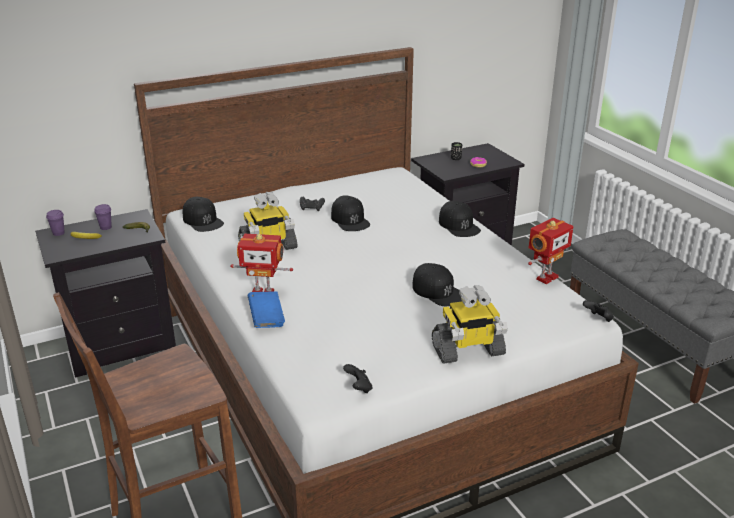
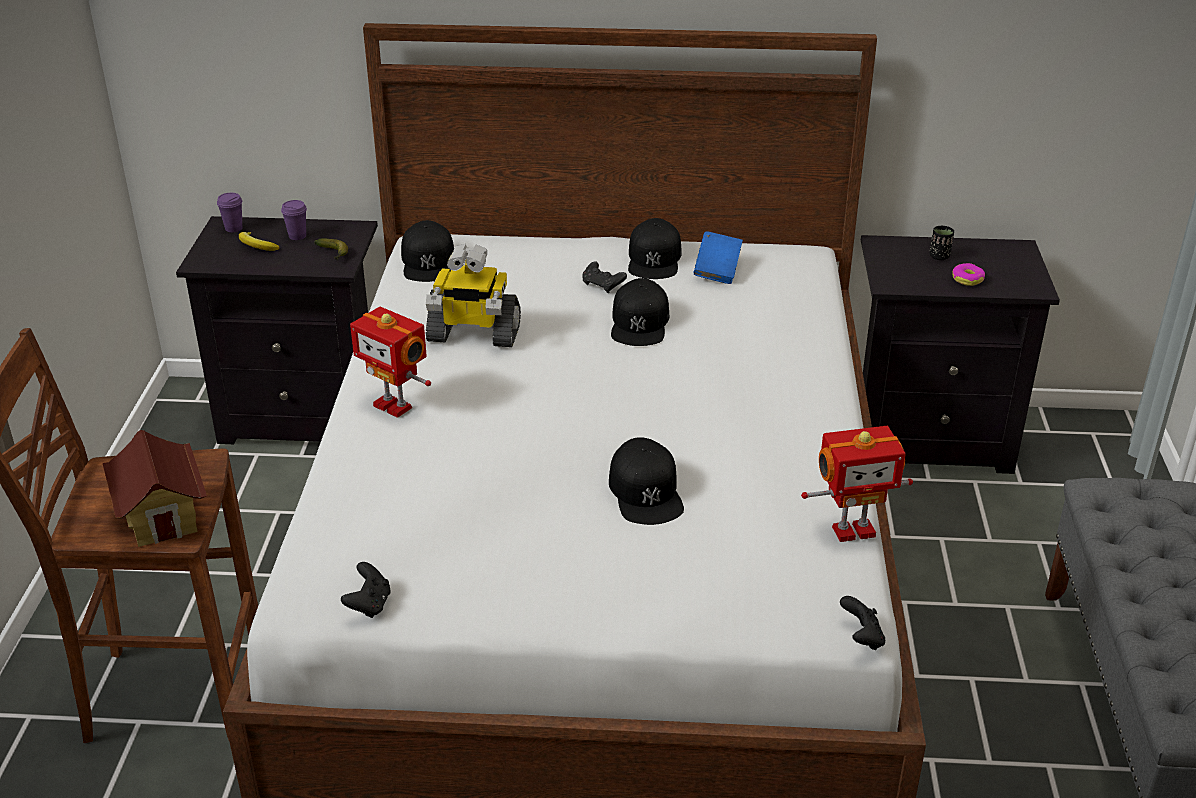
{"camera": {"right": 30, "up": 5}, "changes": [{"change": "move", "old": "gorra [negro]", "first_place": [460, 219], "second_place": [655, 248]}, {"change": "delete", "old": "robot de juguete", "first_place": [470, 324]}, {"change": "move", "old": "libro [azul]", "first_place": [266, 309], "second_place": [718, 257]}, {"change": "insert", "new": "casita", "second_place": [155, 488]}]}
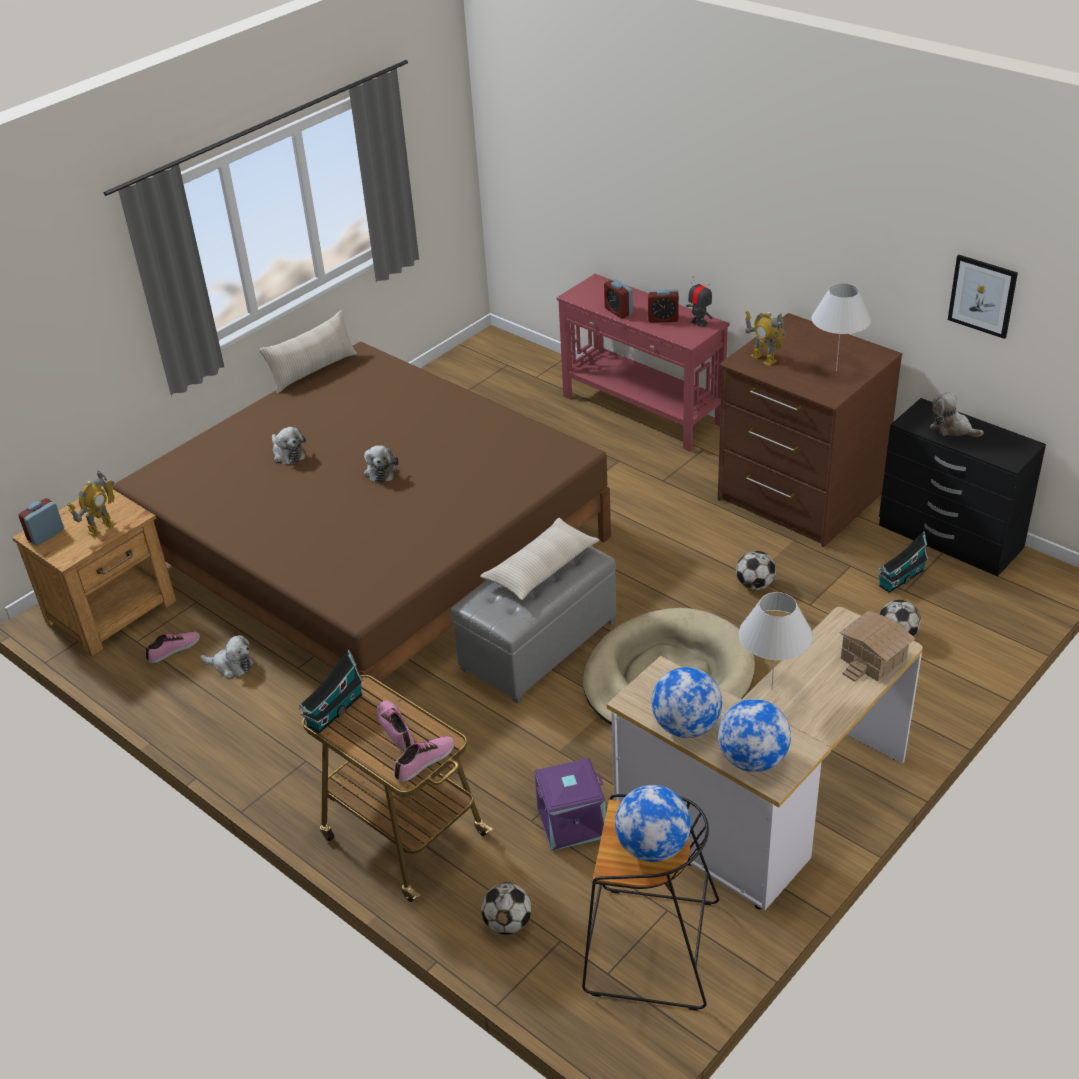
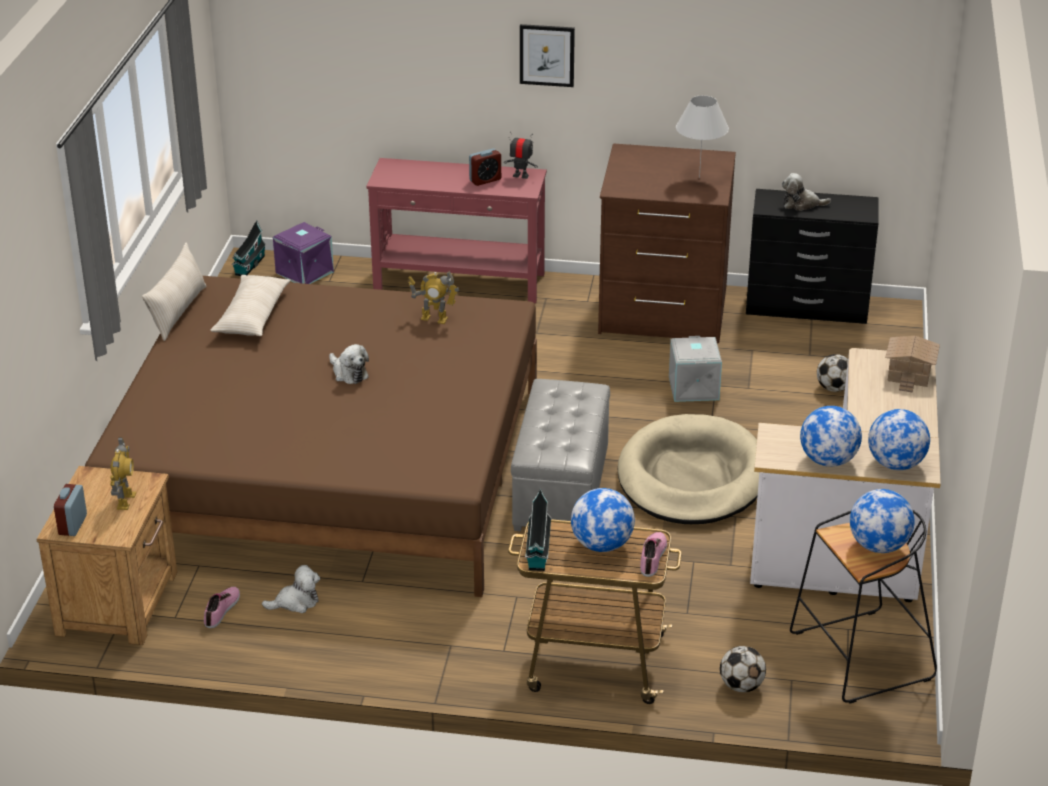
{"camera": {"right": -35, "up": -5}, "changes": [{"change": "move", "old": "cuadro", "first_place": [983, 297], "second_place": [547, 55]}, {"change": "delete", "old": "despertador", "first_place": [618, 298]}, {"change": "move", "old": "robot de juguete", "first_place": [765, 338], "second_place": [434, 297]}, {"change": "delete", "old": "peluche", "first_place": [289, 445]}, {"change": "move", "old": "cojín [beis]", "first_place": [540, 559], "second_place": [250, 305]}, {"change": "move", "old": "casita", "first_place": [903, 562], "second_place": [249, 248]}, {"change": "replace", "old": "balón de fútbol", "new": "caja de almacenaje [gris]", "first_place": [756, 571], "second_place": [695, 369]}, {"change": "delete", "old": "lámpara de mesa [blanco]", "first_place": [776, 641]}, {"change": "replace", "old": "zapato", "new": "globo terráqueo", "first_place": [395, 726], "second_place": [603, 520]}, {"change": "move", "old": "caja de almacenaje [morado]", "first_place": [570, 804], "second_place": [303, 253]}]}
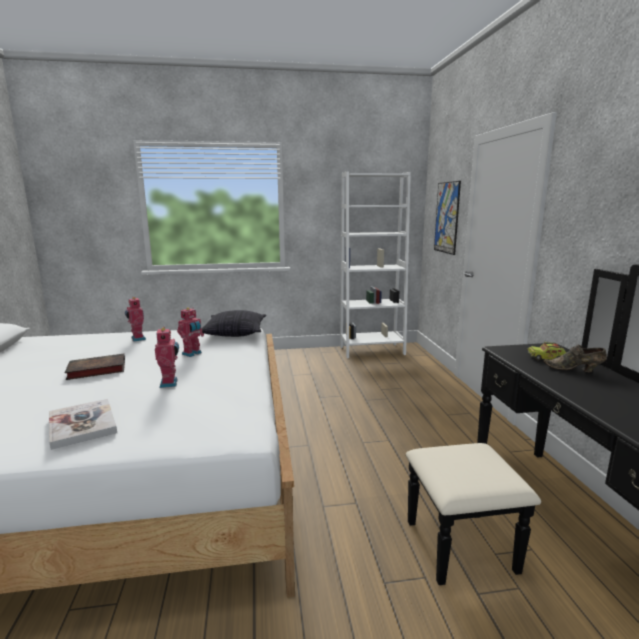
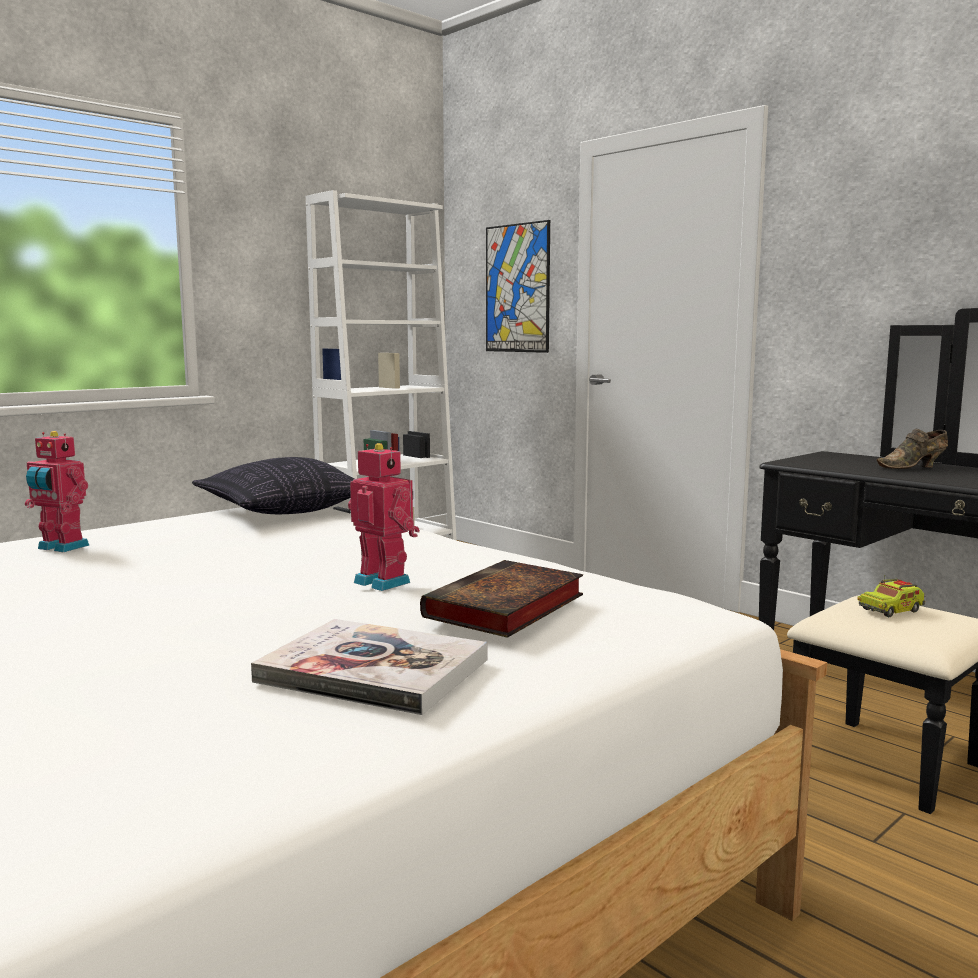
{"camera": {"right": -35, "up": -5}, "changes": [{"change": "delete", "old": "robot de juguete", "first_place": [190, 332]}, {"change": "move", "old": "camión de juguete", "first_place": [546, 351], "second_place": [891, 597]}, {"change": "move", "old": "libro", "first_place": [95, 367], "second_place": [501, 599]}]}
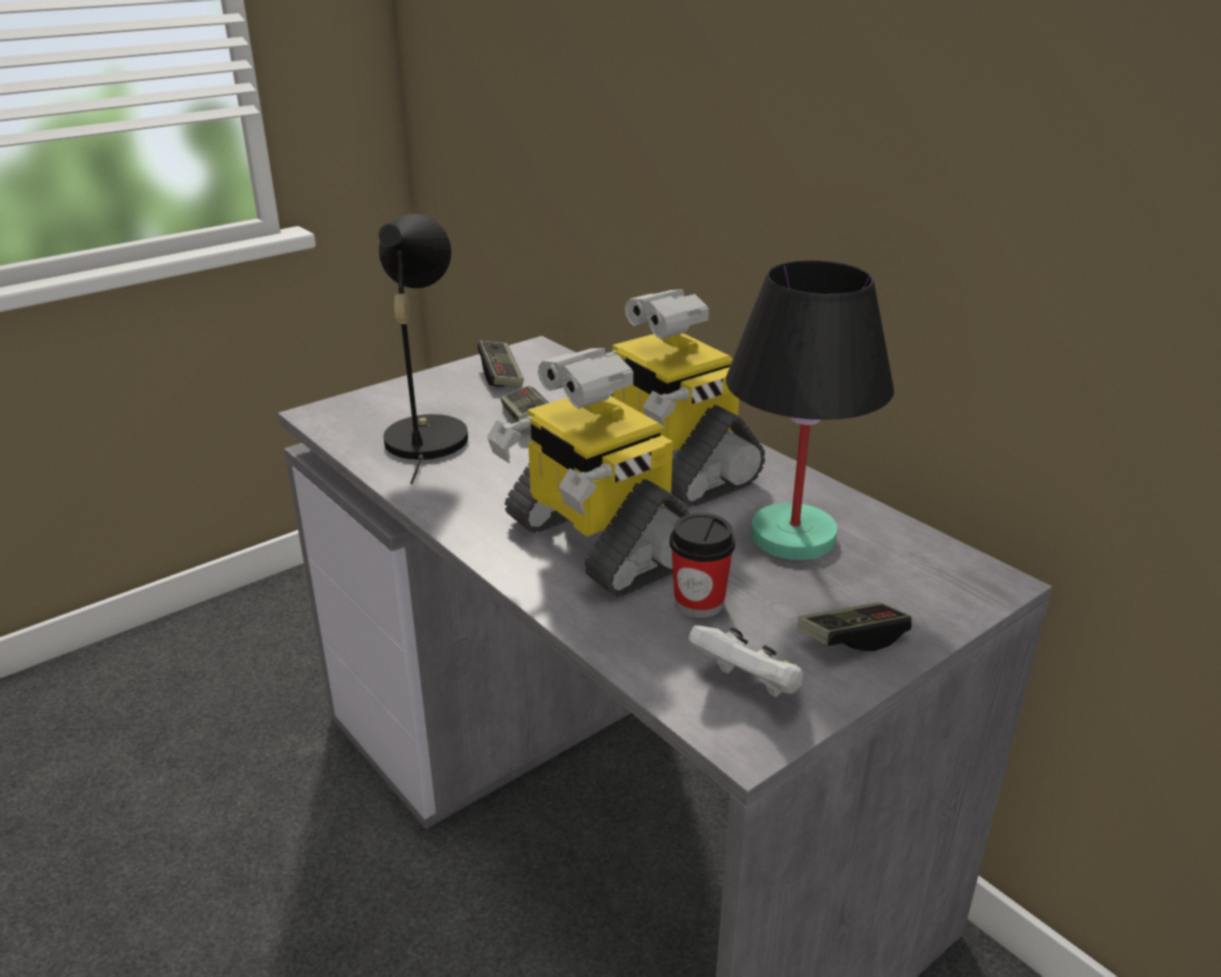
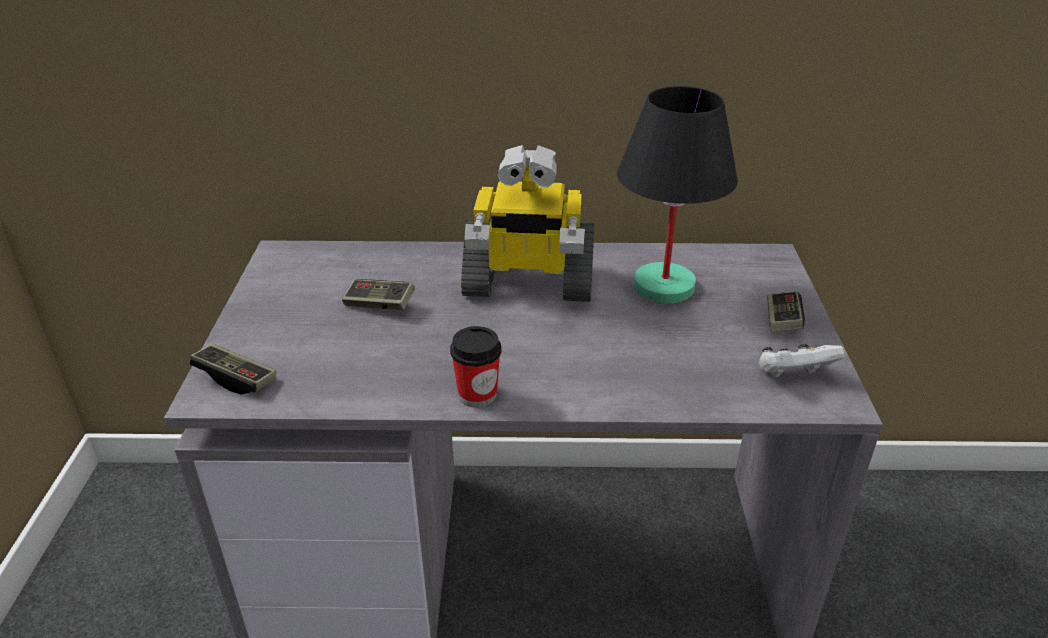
{"camera": {"right": -50, "up": 5}, "changes": [{"change": "delete", "old": "lámpara de mesa [negro]", "first_place": [423, 349]}, {"change": "move", "old": "mando de consola", "first_place": [500, 363], "second_place": [233, 369]}, {"change": "delete", "old": "robot de juguete", "first_place": [588, 472]}, {"change": "move", "old": "taza", "first_place": [702, 565], "second_place": [475, 367]}]}
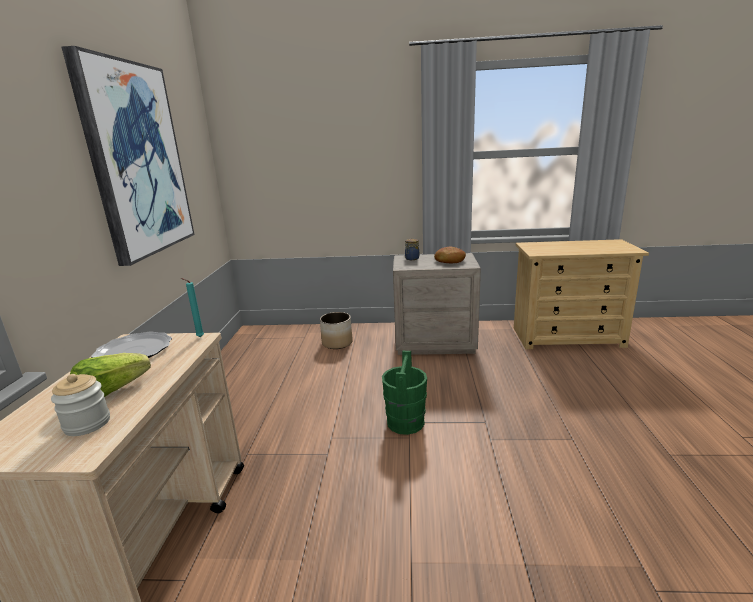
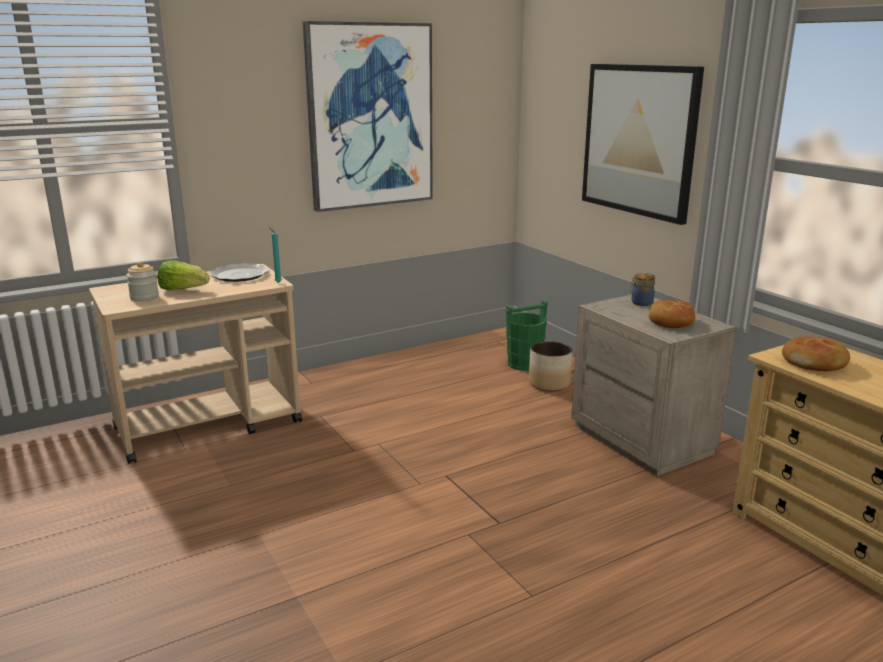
{"camera": {"right": 55, "up": 0}, "changes": [{"change": "move", "old": "cubo [verde]", "first_place": [404, 393], "second_place": [527, 335]}, {"change": "insert", "new": "cuadro", "second_place": [643, 144]}, {"change": "insert", "new": "pan", "second_place": [816, 353]}]}
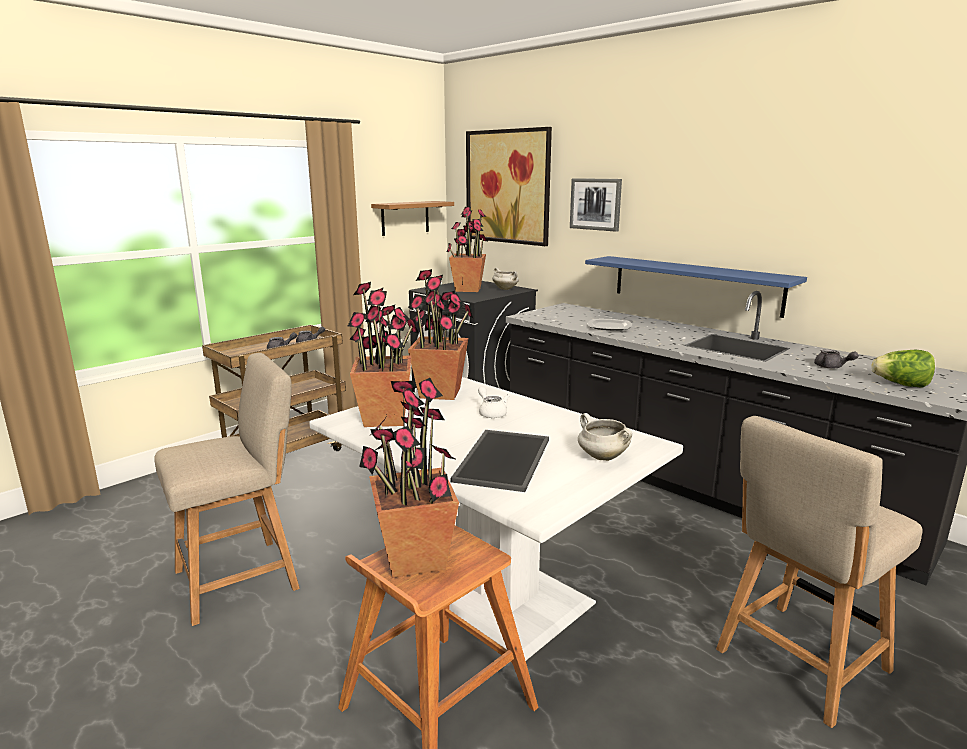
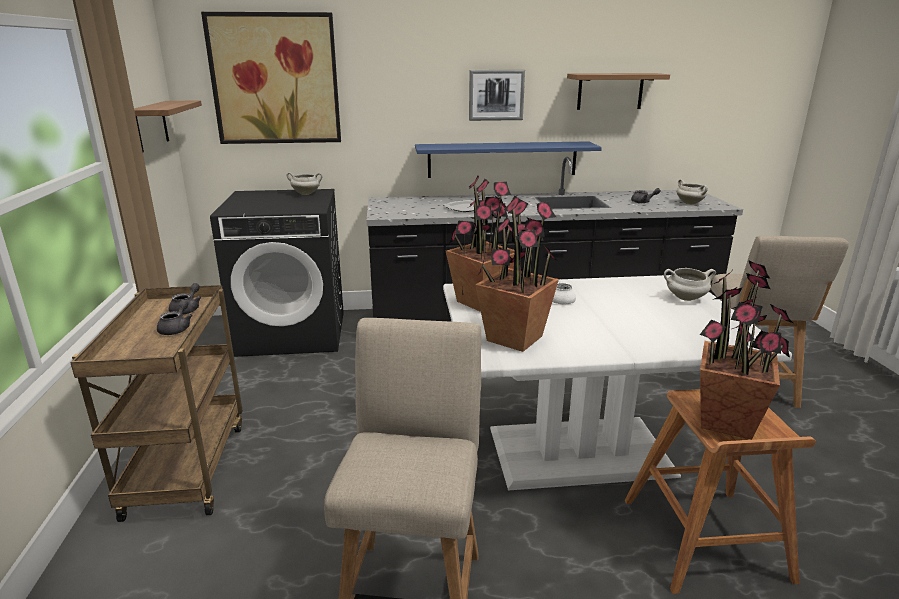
{"camera": {"right": -50, "up": 5}, "changes": [{"change": "move", "old": "cuadro", "first_place": [596, 205], "second_place": [497, 95]}, {"change": "delete", "old": "planta en maceta", "first_place": [467, 249]}, {"change": "replace", "old": "lechuga", "new": "olla [blanco]", "first_place": [903, 369], "second_place": [692, 191]}, {"change": "delete", "old": "bandeja", "first_place": [500, 461]}, {"change": "insert", "new": "estante", "second_place": [618, 91]}]}
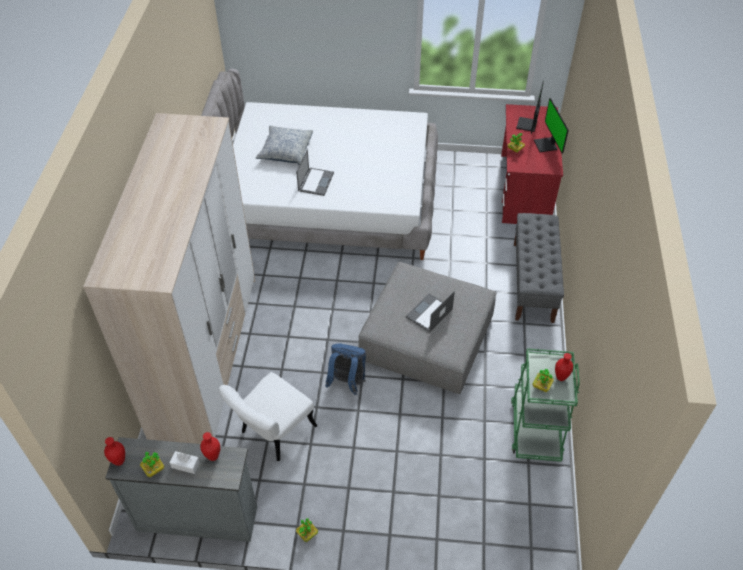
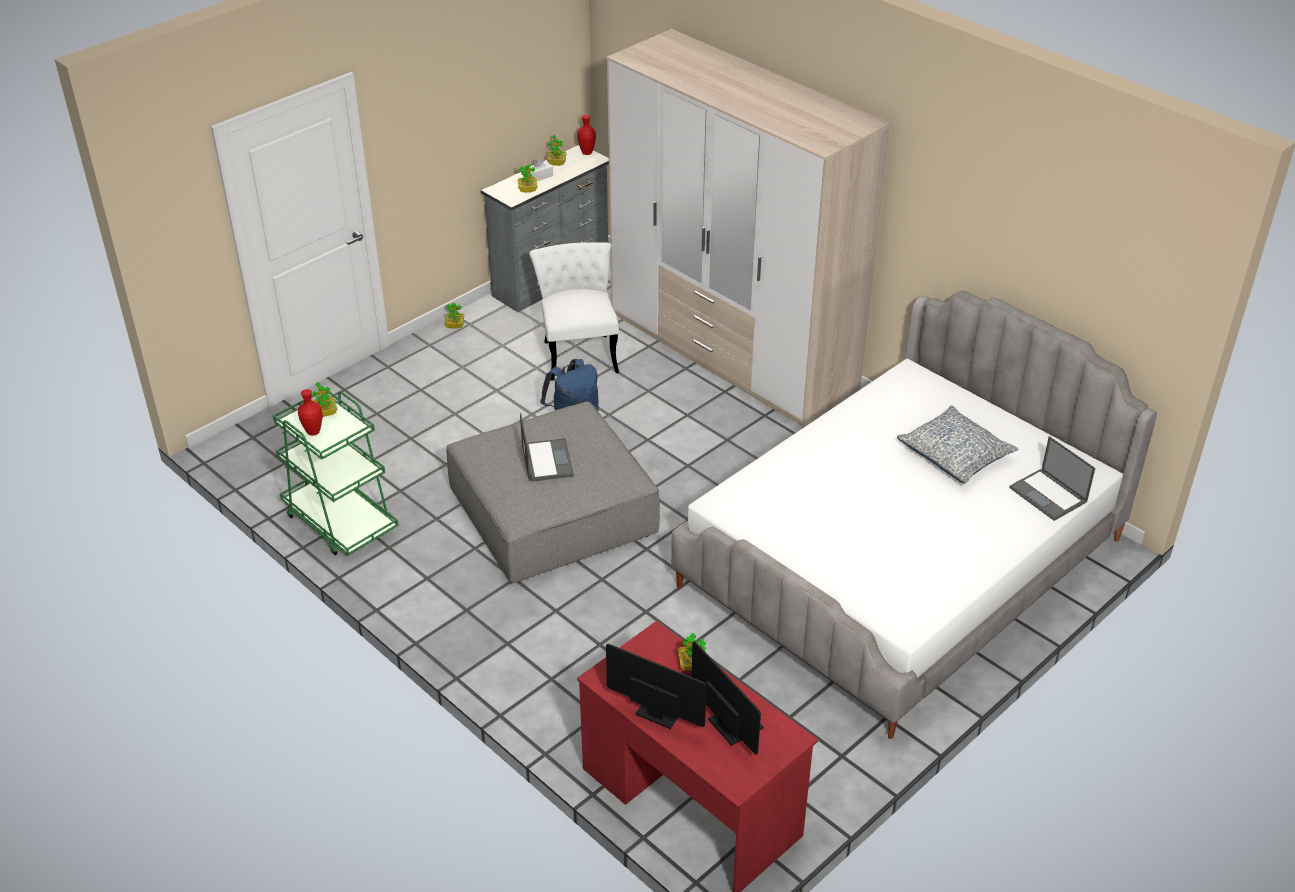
{"camera": {"right": 130, "up": -10}, "changes": [{"change": "move", "old": "portátil", "first_place": [315, 172], "second_place": [1052, 478]}, {"change": "delete", "old": "banco [gris]", "first_place": [539, 268]}, {"change": "replace", "old": "florero [rojo]", "new": "planta en maceta", "first_place": [210, 446], "second_place": [528, 178]}]}
